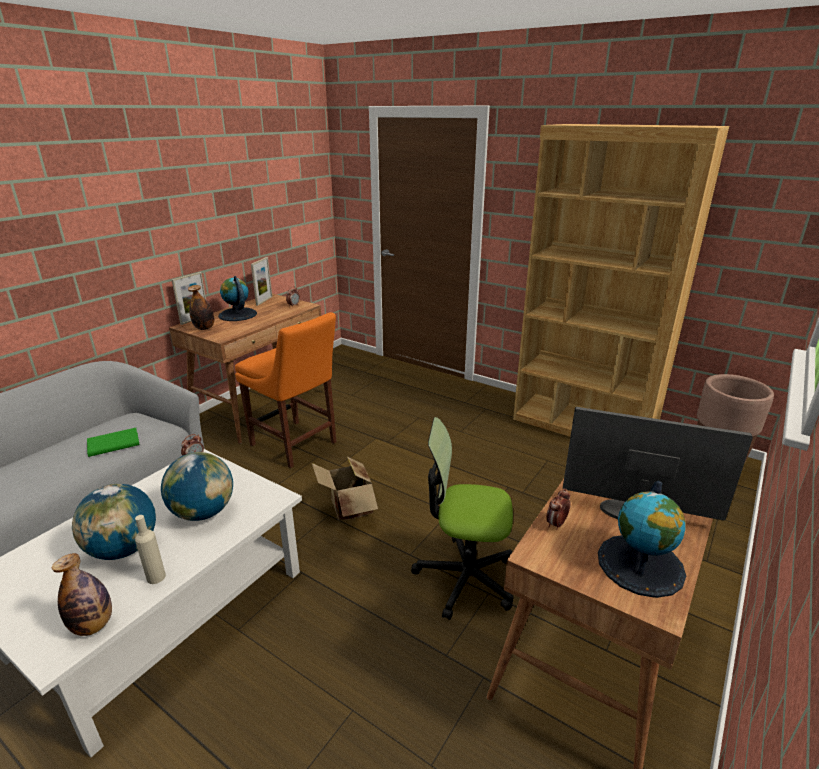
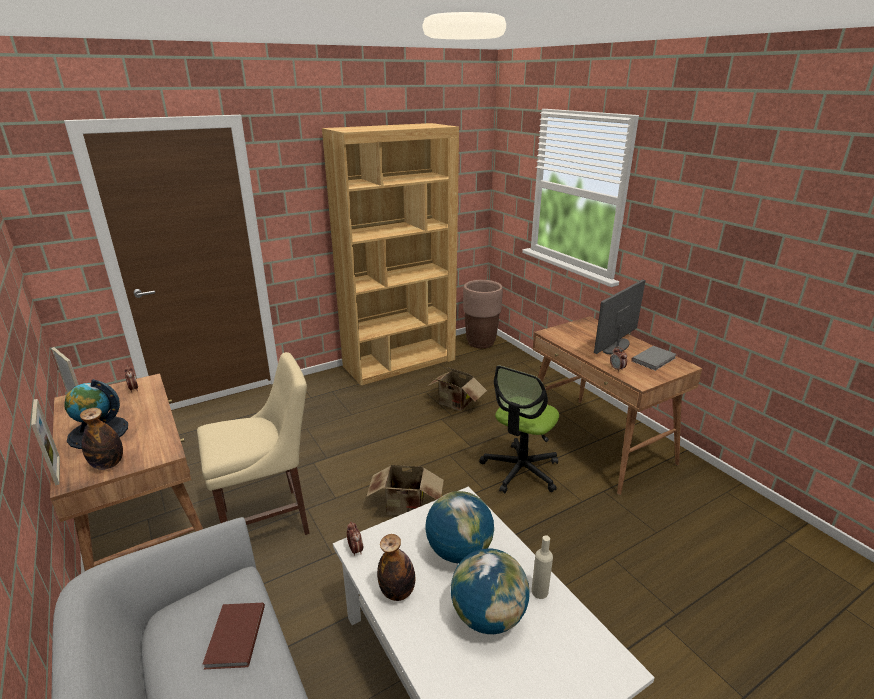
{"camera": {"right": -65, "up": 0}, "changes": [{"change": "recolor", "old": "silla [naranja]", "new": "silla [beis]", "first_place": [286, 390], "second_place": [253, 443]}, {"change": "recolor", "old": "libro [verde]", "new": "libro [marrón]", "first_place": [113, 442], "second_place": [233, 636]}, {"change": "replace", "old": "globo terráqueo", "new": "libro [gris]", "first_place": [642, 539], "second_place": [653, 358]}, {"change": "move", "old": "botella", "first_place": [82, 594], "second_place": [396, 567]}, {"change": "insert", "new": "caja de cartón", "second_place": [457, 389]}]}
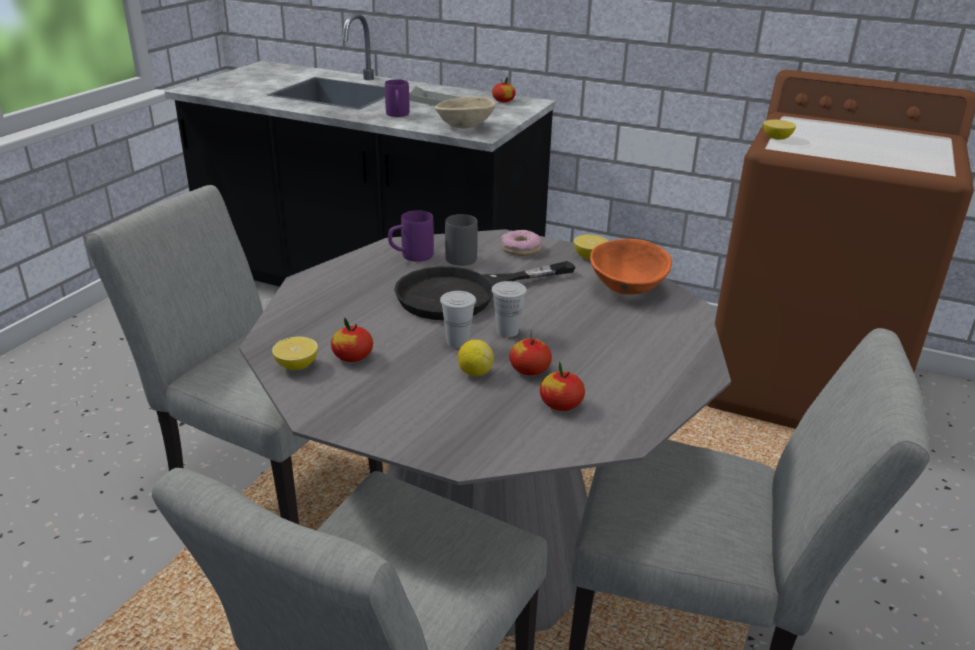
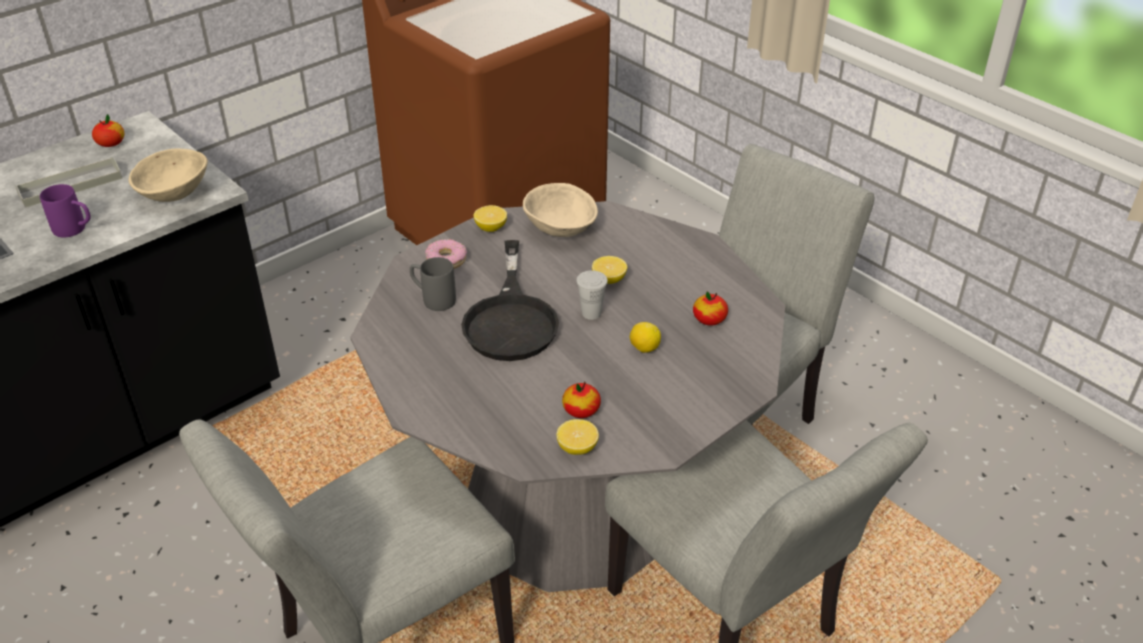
{"camera": {"right": -65, "up": 10}, "changes": [{"change": "move", "old": "limón", "first_place": [779, 130], "second_place": [609, 270]}, {"change": "delete", "old": "taza grande [morado]", "first_place": [411, 236]}, {"change": "recolor", "old": "cuenco [naranja]", "new": "cuenco [beis]", "first_place": [631, 267], "second_place": [560, 210]}, {"change": "delete", "old": "taza [blanco]", "first_place": [458, 319]}, {"change": "delete", "old": "manzana", "first_place": [530, 354]}]}
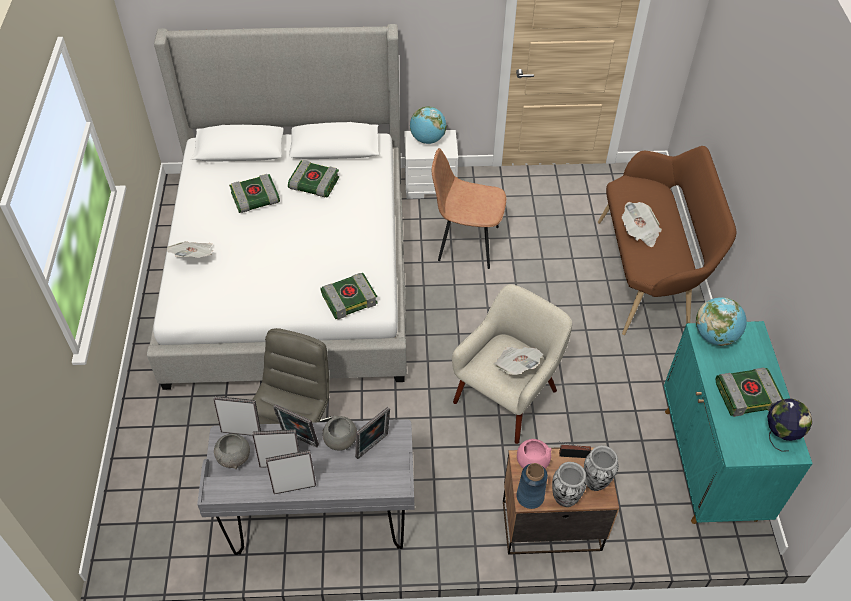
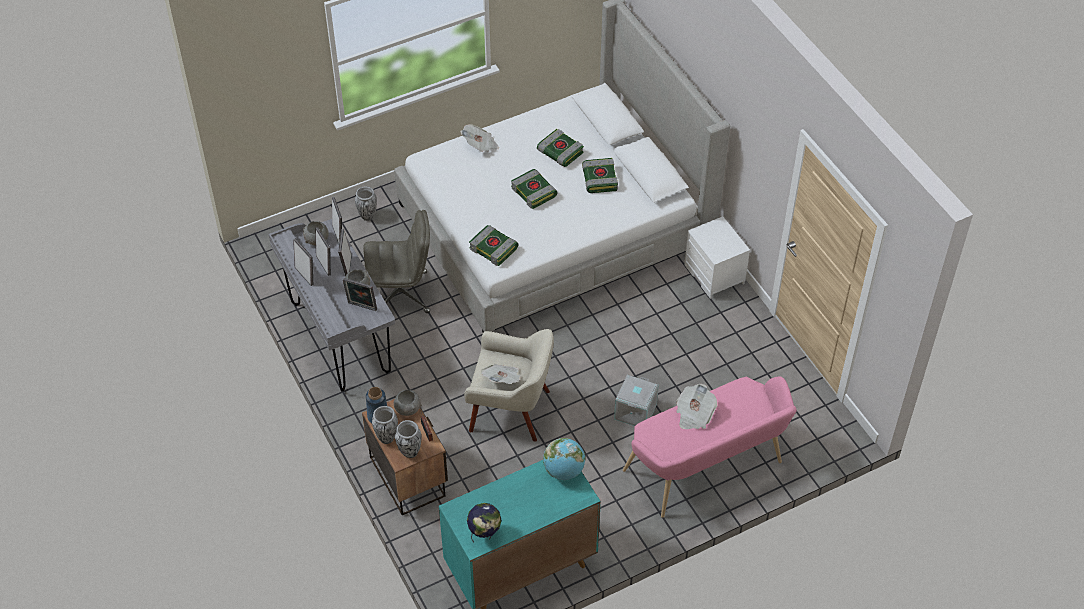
{"camera": {"right": 65, "up": 0}, "changes": [{"change": "delete", "old": "globo terráqueo", "first_place": [428, 125]}, {"change": "recolor", "old": "banco [marrón]", "new": "banco [rosa]", "first_place": [667, 240], "second_place": [710, 447]}, {"change": "delete", "old": "silla [marrón]", "first_place": [469, 208]}, {"change": "move", "old": "libro", "first_place": [749, 392], "second_place": [534, 189]}, {"change": "recolor", "old": "cuenco [rosa]", "new": "cuenco [gris]", "first_place": [534, 454], "second_place": [408, 403]}, {"change": "insert", "new": "florero", "second_place": [366, 203]}, {"change": "insert", "new": "caja de almacenaje [gris]", "second_place": [636, 400]}]}
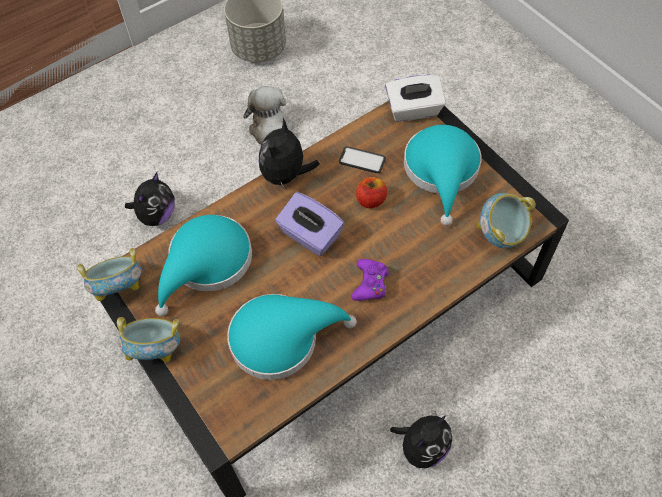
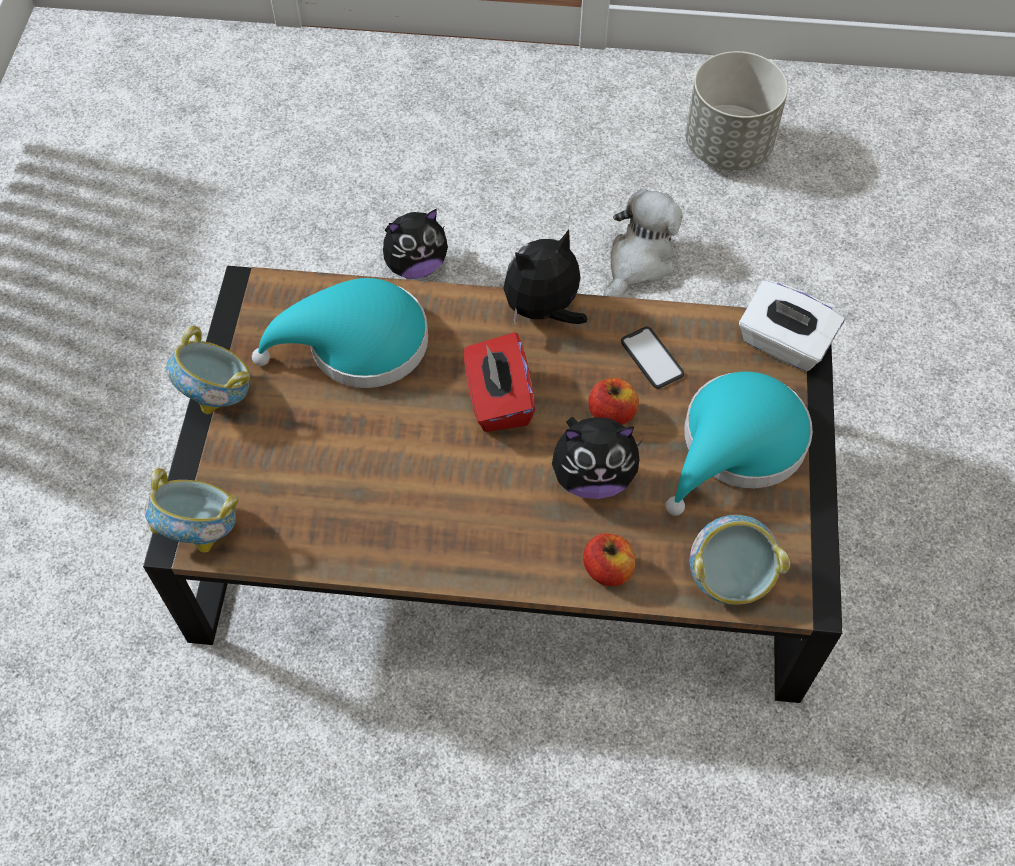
{"camera": {"right": 40, "up": 0}, "changes": [{"change": "recolor", "old": "caja de pañuelos [morado]", "new": "caja de pañuelos [rojo]", "first_place": [309, 224], "second_place": [499, 382]}, {"change": "move", "old": "cuenco", "first_place": [109, 274], "second_place": [191, 510]}, {"change": "delete", "old": "mando de consola [morado]", "first_place": [370, 280]}, {"change": "delete", "old": "sombrero [turquesa]", "first_place": [292, 337]}, {"change": "move", "old": "peluche", "first_place": [421, 439], "second_place": [597, 458]}, {"change": "insert", "new": "manzana", "second_place": [609, 559]}]}
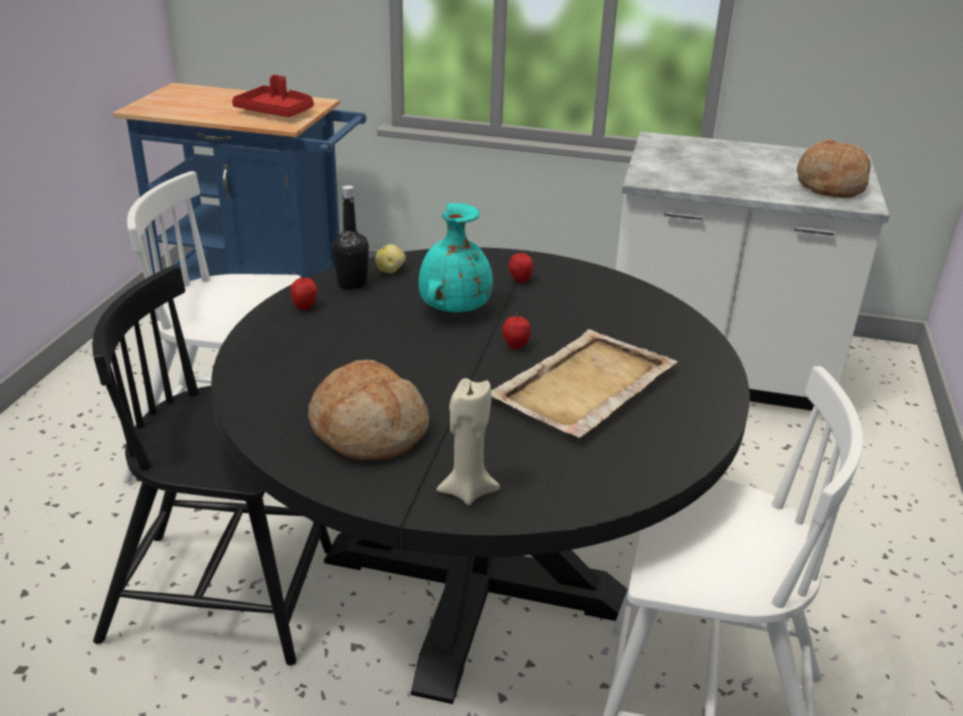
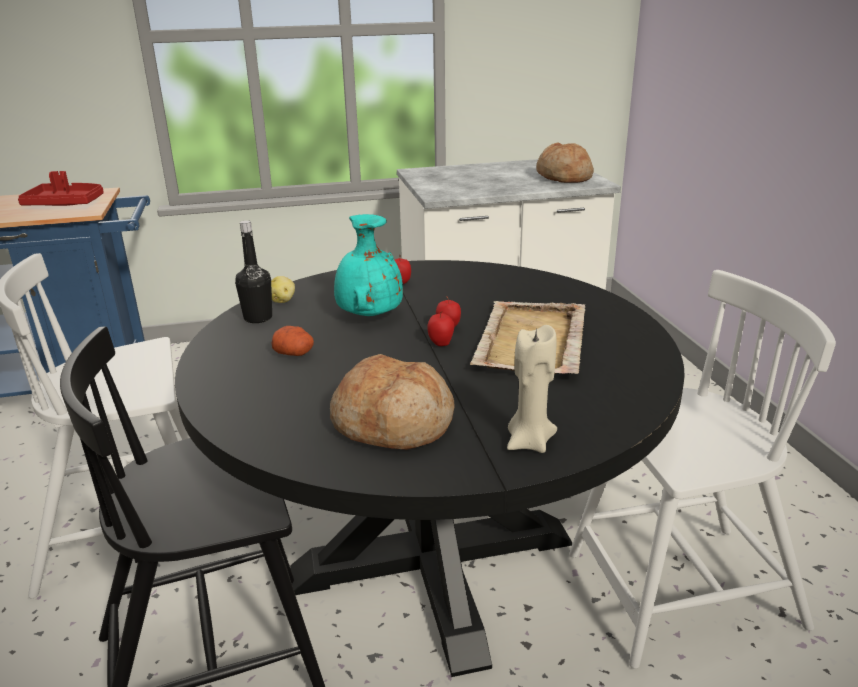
{"camera": {"right": -25, "up": -5}, "changes": [{"change": "move", "old": "manzana", "first_place": [304, 293], "second_place": [440, 328]}, {"change": "insert", "new": "patata", "second_place": [293, 341]}]}
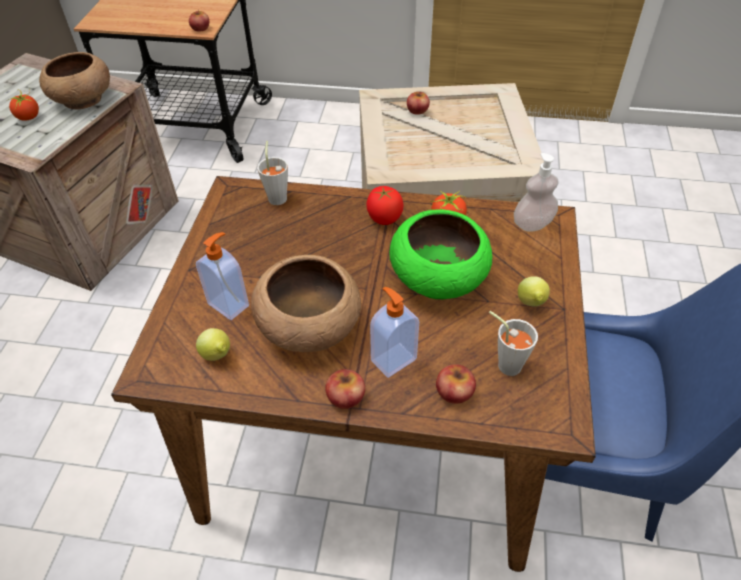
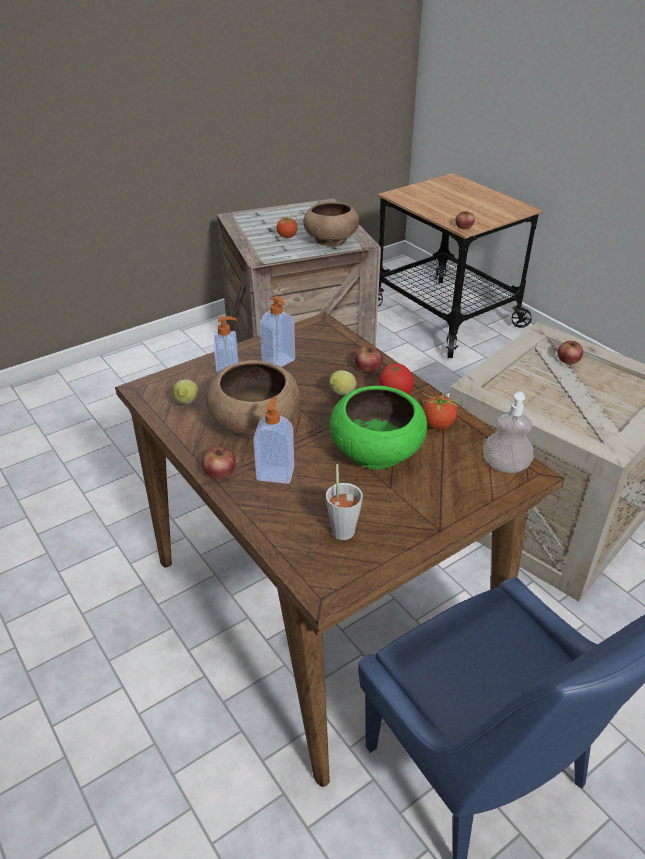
{"camera": {"right": 45, "up": -10}, "changes": [{"change": "delete", "old": "taza [gris]", "first_place": [272, 173]}, {"change": "move", "old": "limón", "first_place": [534, 291], "second_place": [342, 382]}, {"change": "move", "old": "manzana", "first_place": [456, 384], "second_place": [369, 358]}, {"change": "insert", "new": "dispensador de jabón", "second_place": [277, 331]}]}
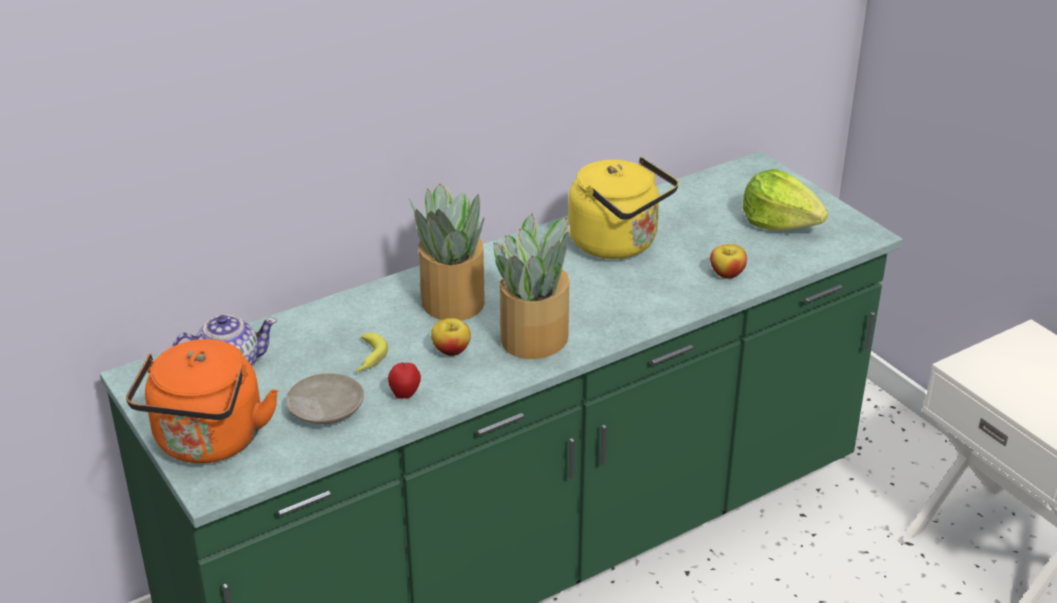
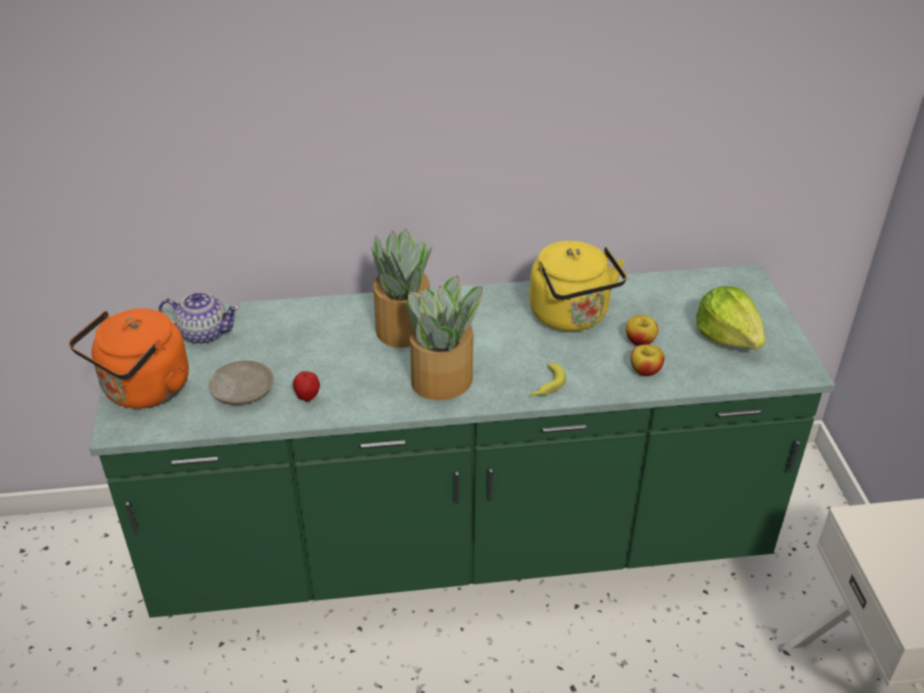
{"camera": {"right": 25, "up": 5}, "changes": [{"change": "move", "old": "manzana", "first_place": [451, 337], "second_place": [642, 330]}, {"change": "move", "old": "plátano", "first_place": [372, 352], "second_place": [548, 380]}]}
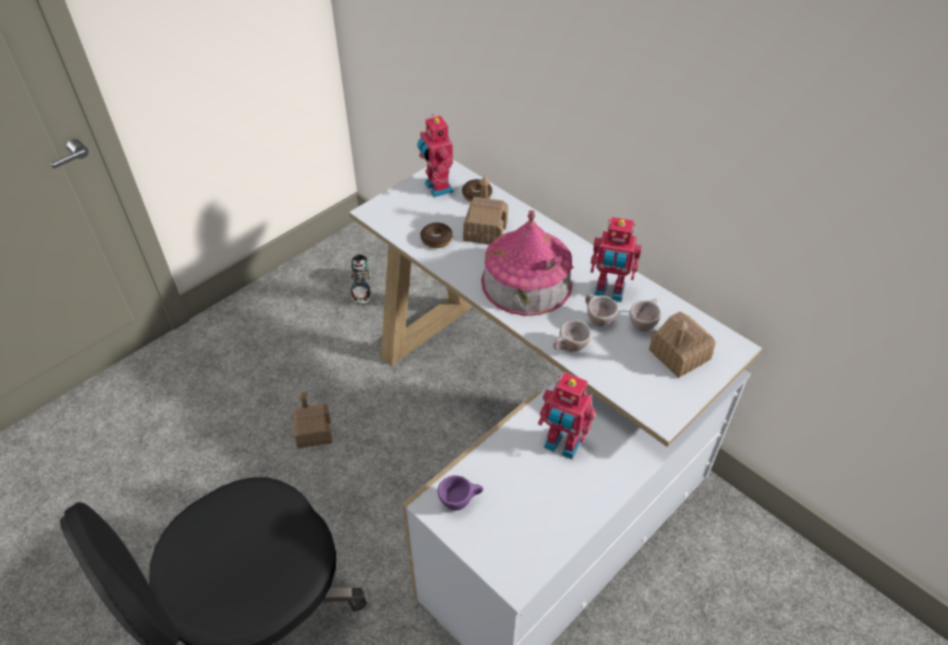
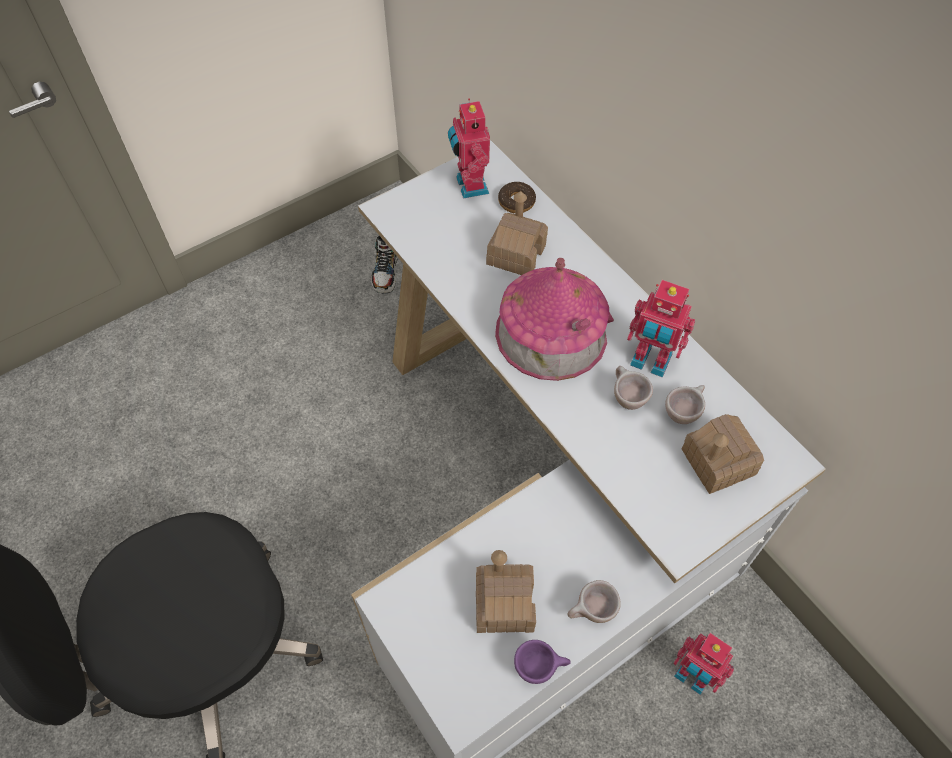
{"camera": {"right": 10, "up": 10}, "changes": [{"change": "delete", "old": "rosquilla", "first_place": [436, 235]}, {"change": "move", "old": "taza [beis]", "first_place": [572, 336], "second_place": [594, 601]}, {"change": "move", "old": "robot de juguete", "first_place": [567, 415], "second_place": [703, 664]}, {"change": "move", "old": "casita", "first_place": [312, 420], "second_place": [506, 591]}, {"change": "move", "old": "taza [morado]", "first_place": [460, 493], "second_place": [542, 662]}]}
